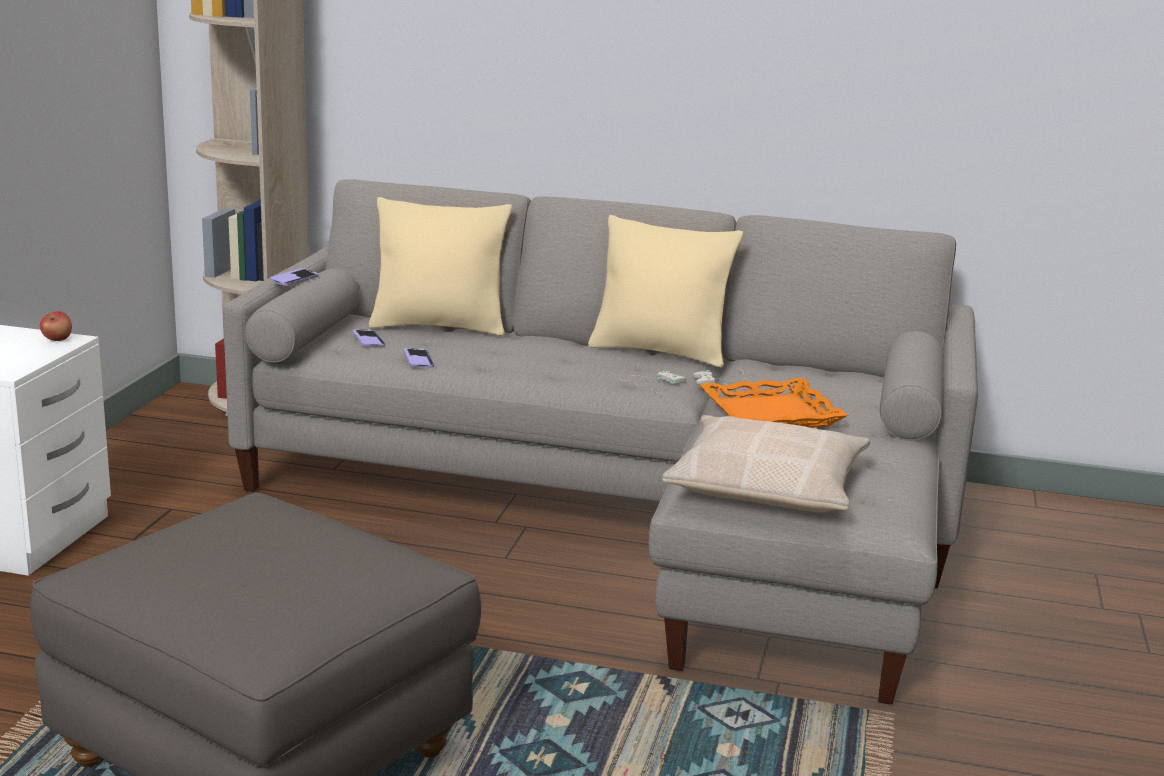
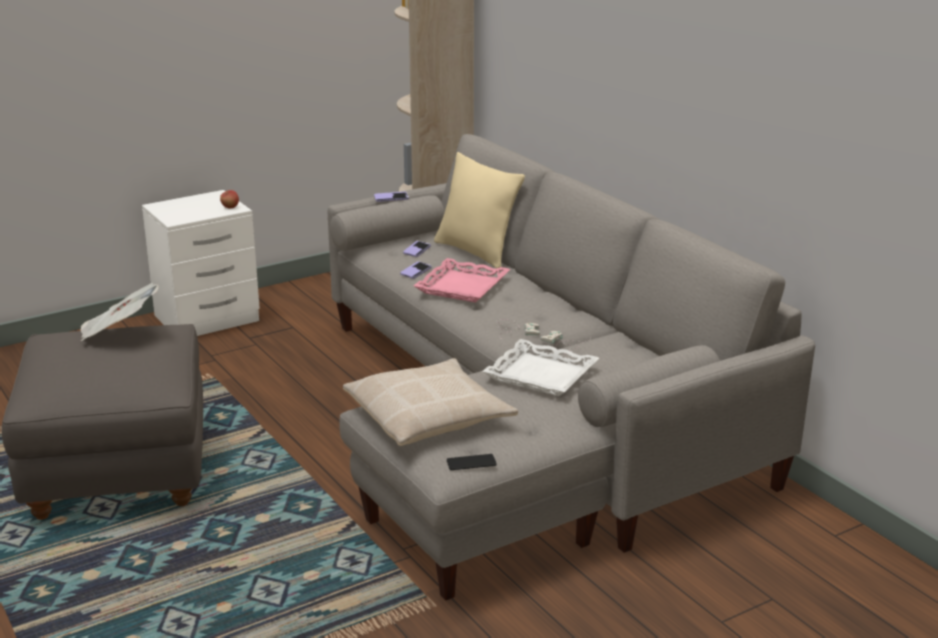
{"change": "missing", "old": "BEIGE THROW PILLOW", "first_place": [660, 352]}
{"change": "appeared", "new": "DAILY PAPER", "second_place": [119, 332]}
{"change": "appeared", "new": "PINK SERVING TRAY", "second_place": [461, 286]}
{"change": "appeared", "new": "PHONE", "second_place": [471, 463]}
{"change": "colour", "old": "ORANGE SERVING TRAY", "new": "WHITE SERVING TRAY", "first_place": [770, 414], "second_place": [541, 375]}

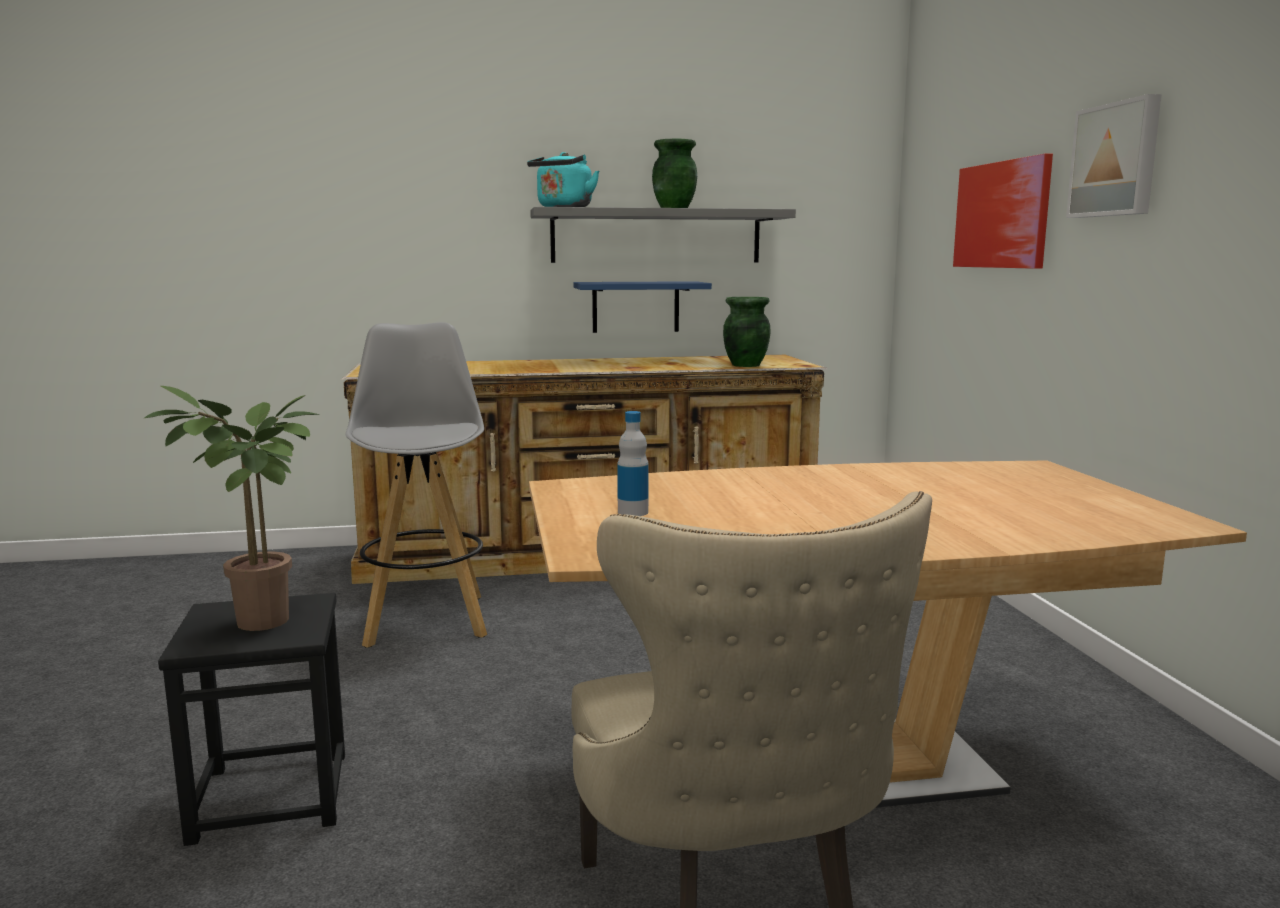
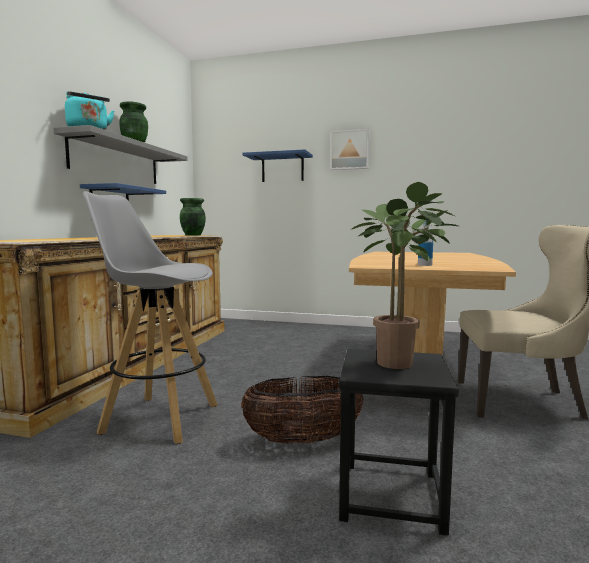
{"change": "appeared", "new": "BASKET", "second_place": [303, 440]}
{"change": "exchanged", "old": "WALL PICTURE", "new": "BLUISH SHELF", "first_place": [1002, 215], "second_place": [282, 168]}

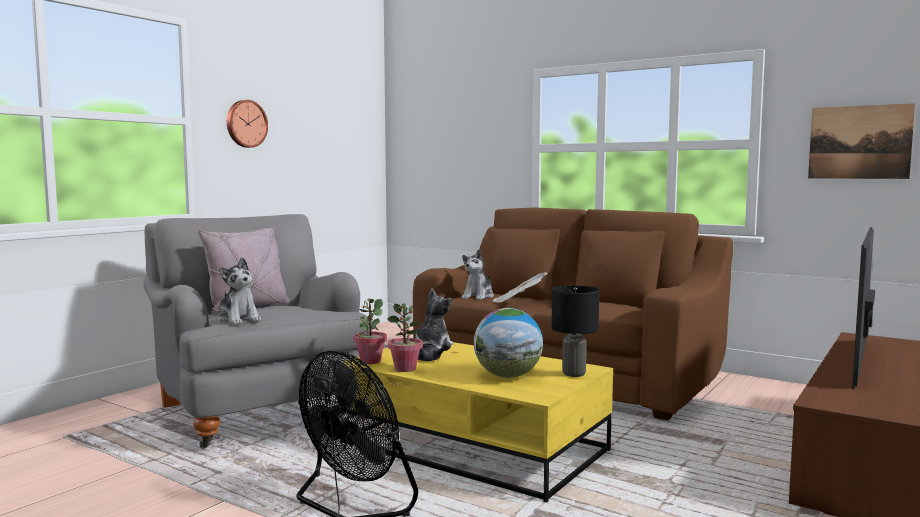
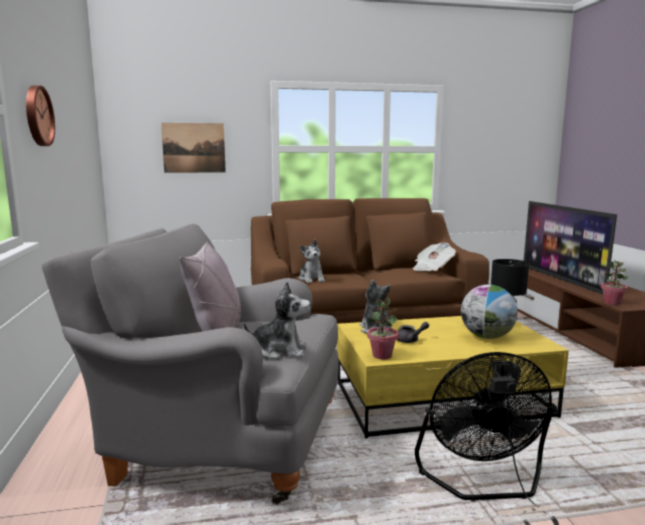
{"change": "relocated", "old": "HOUSEPLANT", "first_place": [405, 369], "second_place": [612, 303]}
{"change": "relocated", "old": "DAILY PAPER", "first_place": [518, 302], "second_place": [432, 268]}
{"change": "relocated", "old": "WALL PICTURE", "first_place": [859, 142], "second_place": [194, 148]}

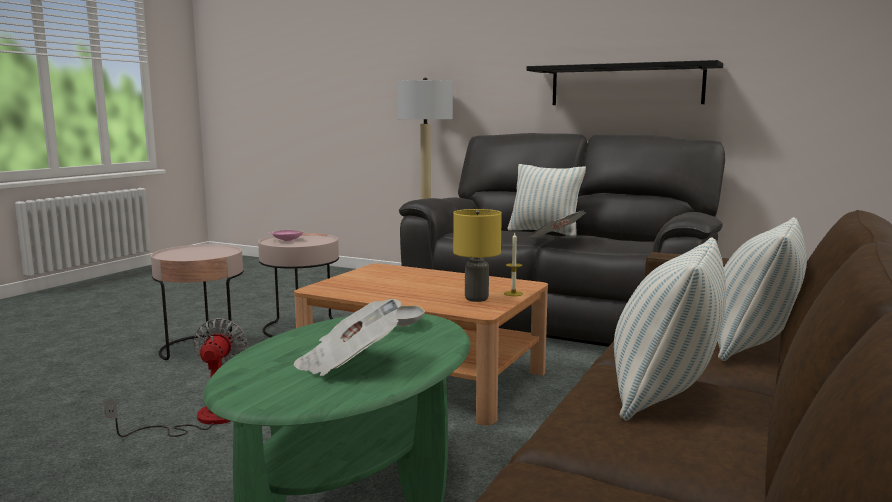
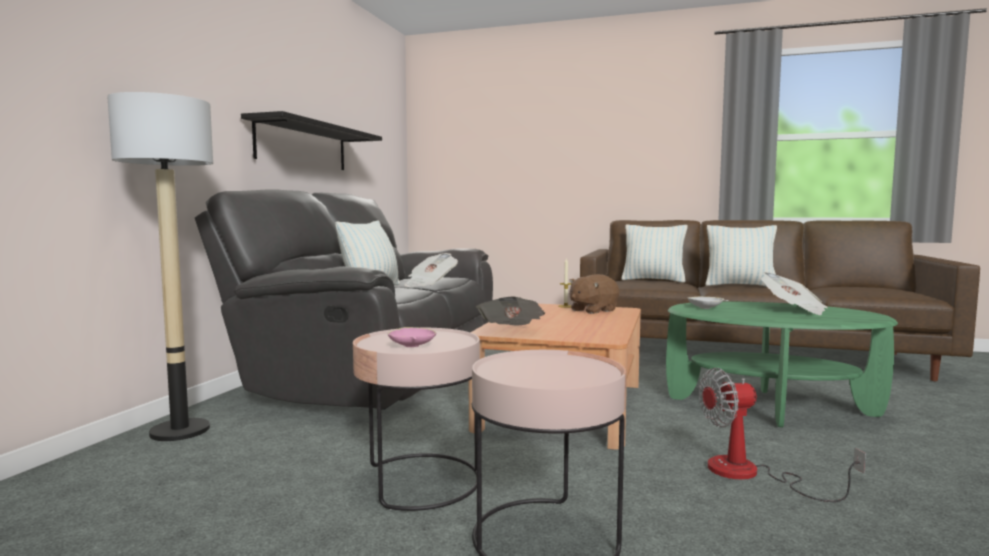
{"change": "appeared", "new": "DAILY PAPER", "second_place": [511, 331]}
{"change": "exchanged", "old": "YELLOW-COLOURED TABLE LAMP", "new": "BROWN-COLOURED PLUSH TOY", "first_place": [476, 299], "second_place": [592, 310]}

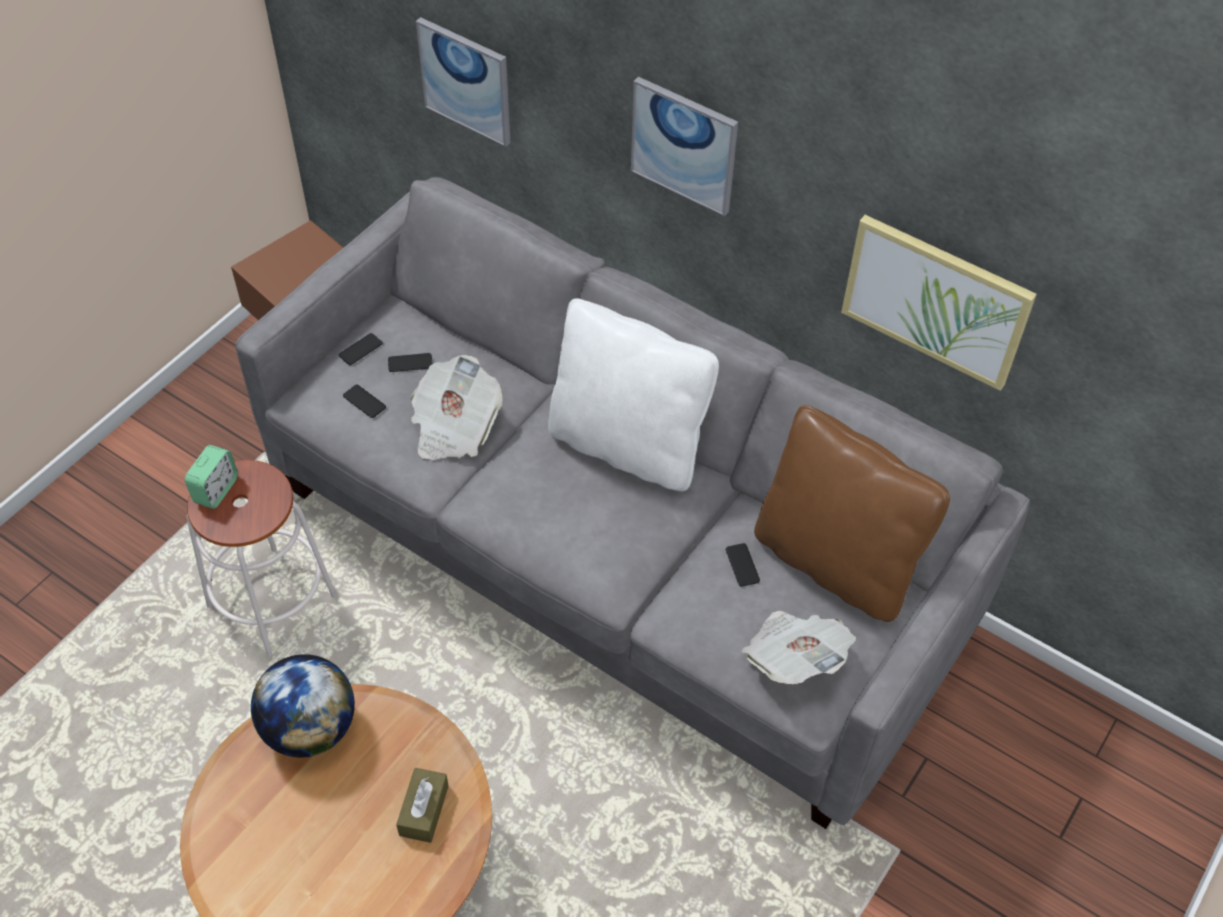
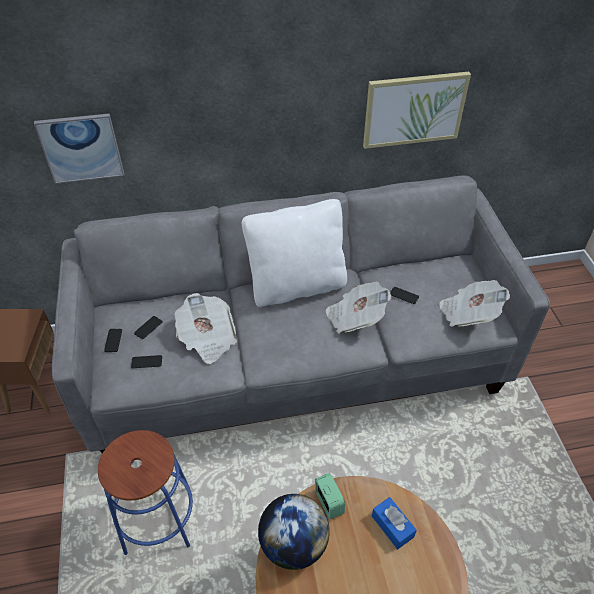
{"change": "missing", "old": "WALL PICTURE", "first_place": [684, 145]}
{"change": "missing", "old": "BROWN-COLOURED THROW PILLOW", "first_place": [835, 561]}
{"change": "appeared", "new": "DAILY PAPER", "second_place": [355, 318]}
{"change": "relocated", "old": "ALARM CLOCK", "first_place": [216, 490], "second_place": [329, 503]}
{"change": "colour", "old": "WHITE STOOL", "new": "BLUISH STOOL", "first_place": [272, 601], "second_place": [158, 520]}
{"change": "colour", "old": "BROWN-COLOURED BOX OF TISSUES", "new": "BLUISH BOX OF TISSUES", "first_place": [424, 810], "second_place": [392, 526]}

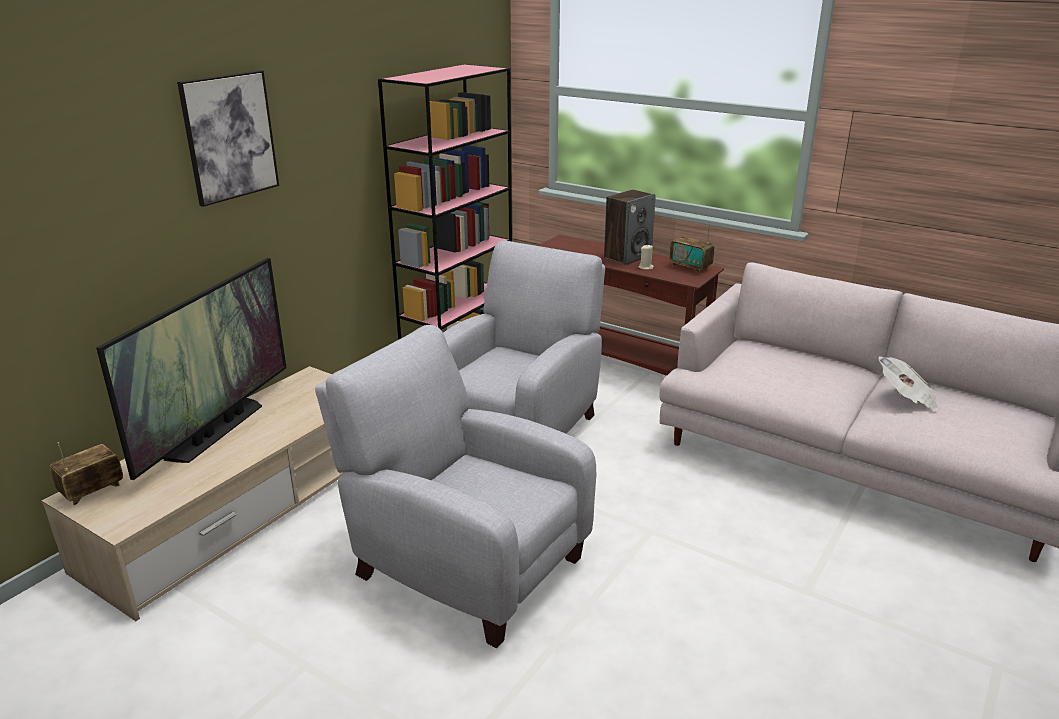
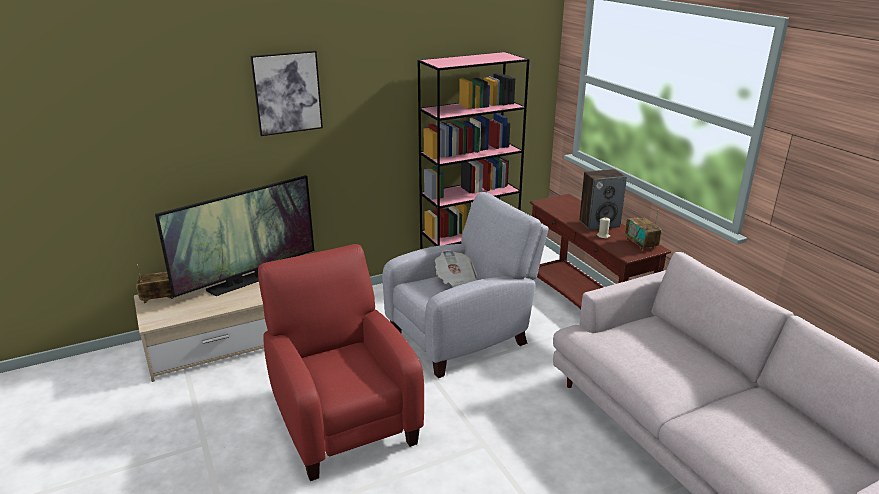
{"change": "relocated", "old": "DAILY PAPER", "first_place": [906, 398], "second_place": [456, 281]}
{"change": "colour", "old": "GREYISH LOUNGE CHAIR", "new": "RED LOUNGE CHAIR", "first_place": [463, 563], "second_place": [342, 417]}

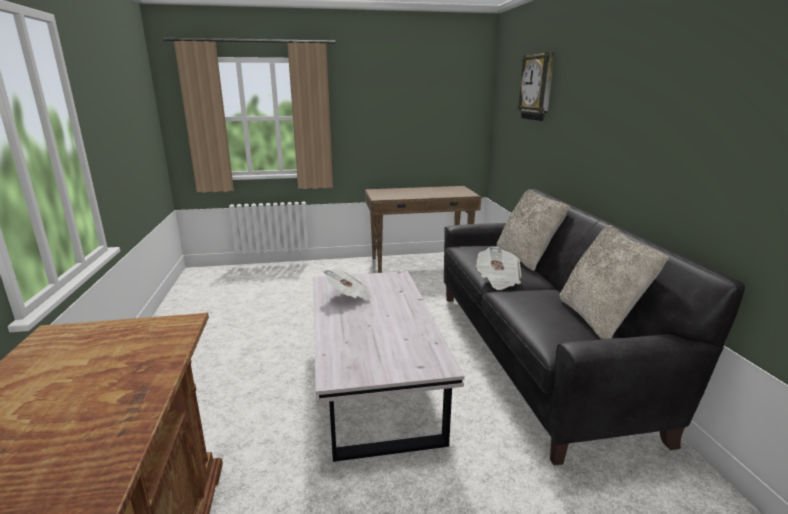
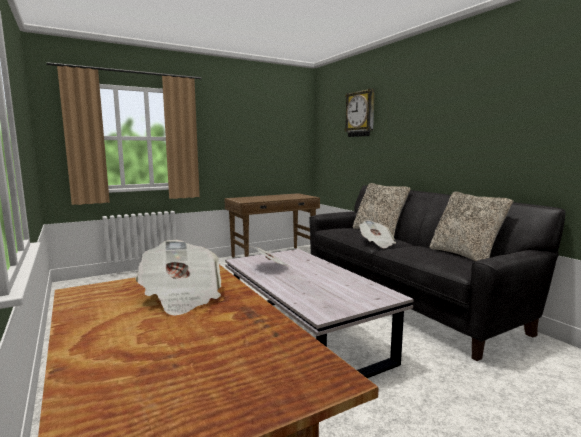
{"change": "appeared", "new": "DAILY PAPER", "second_place": [181, 297]}

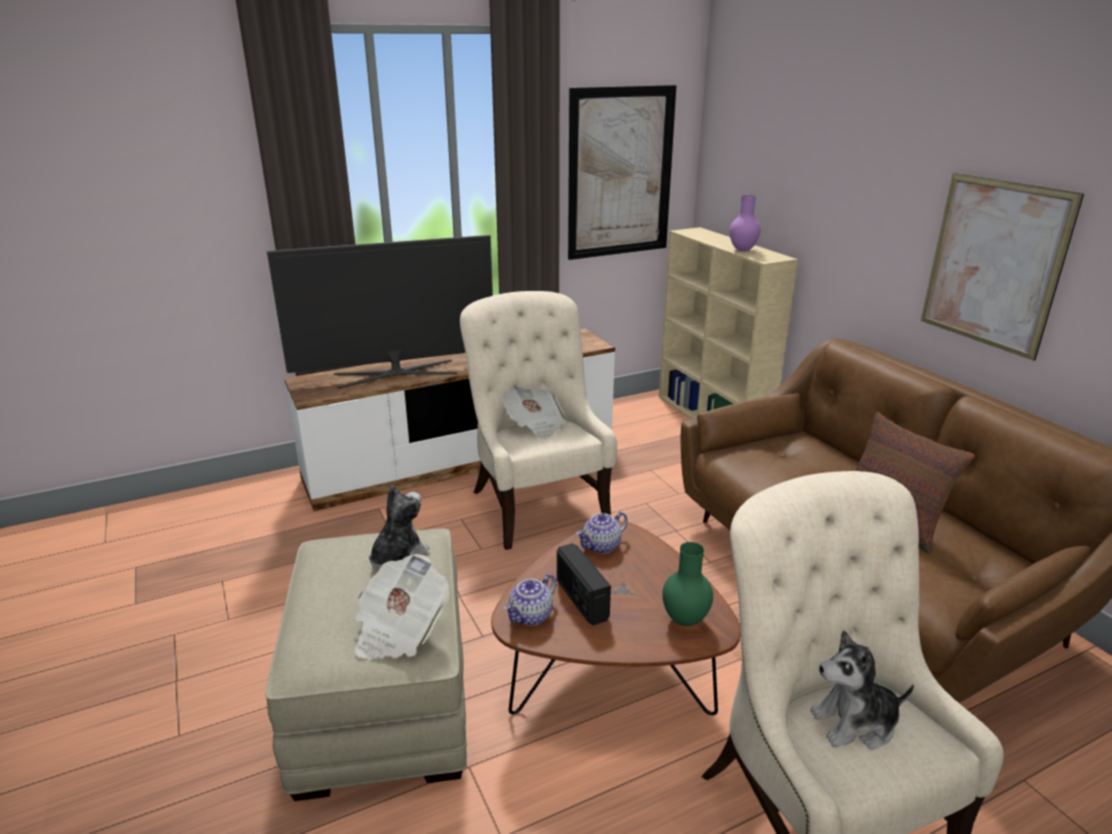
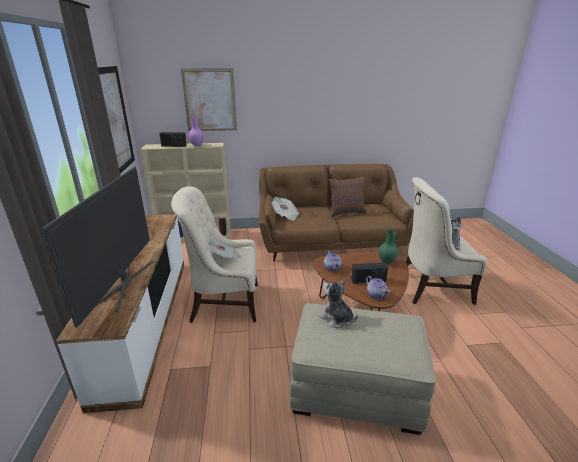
{"change": "appeared", "new": "RADIO", "second_place": [174, 146]}
{"change": "relocated", "old": "DAILY PAPER", "first_place": [400, 629], "second_place": [285, 215]}
{"change": "relocated", "old": "WALL PICTURE", "first_place": [993, 264], "second_place": [210, 100]}

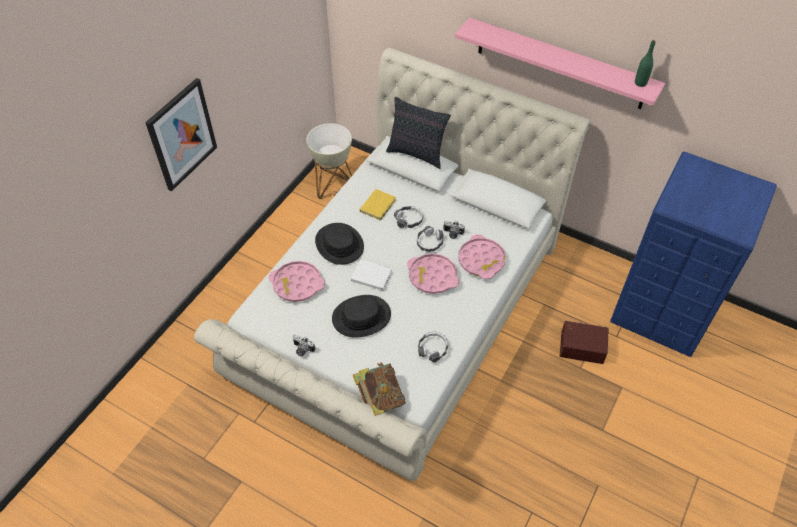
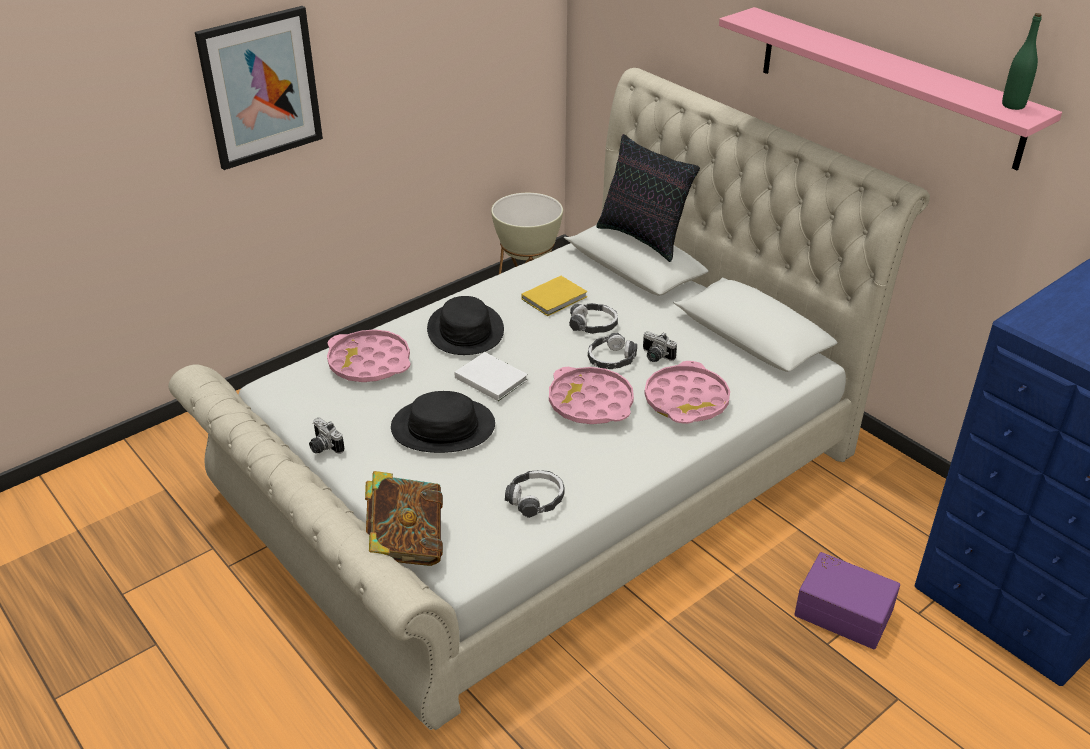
{"change": "colour", "old": "BROWN-COLOURED STORAGE BOX", "new": "PURPLE STORAGE BOX", "first_place": [582, 346], "second_place": [844, 610]}

